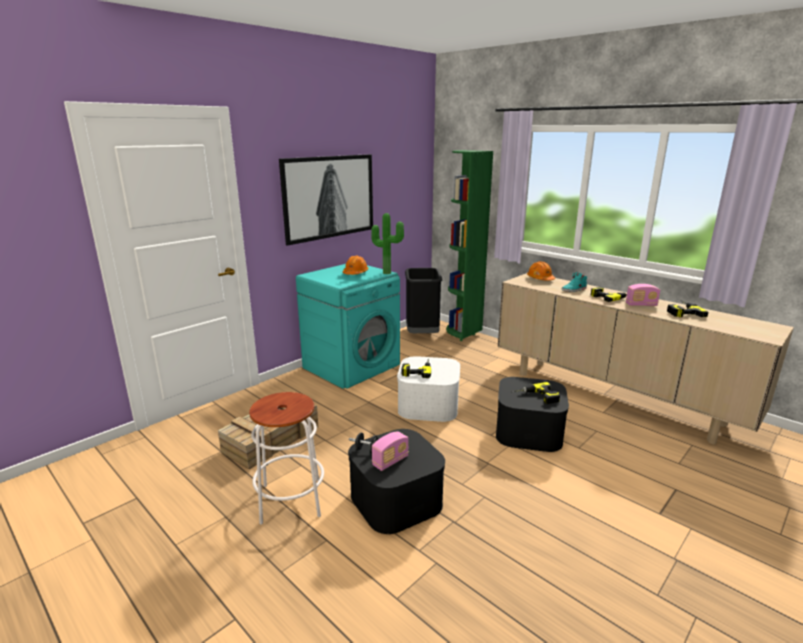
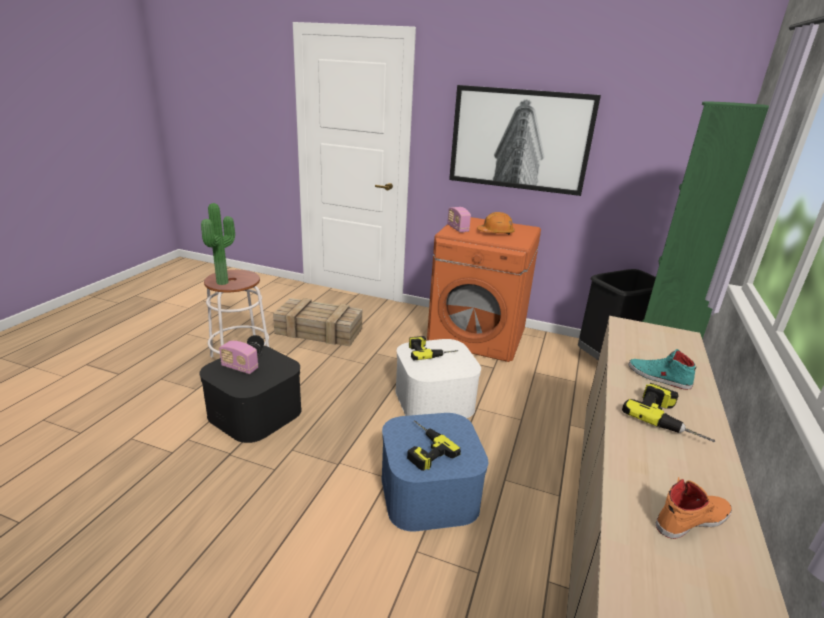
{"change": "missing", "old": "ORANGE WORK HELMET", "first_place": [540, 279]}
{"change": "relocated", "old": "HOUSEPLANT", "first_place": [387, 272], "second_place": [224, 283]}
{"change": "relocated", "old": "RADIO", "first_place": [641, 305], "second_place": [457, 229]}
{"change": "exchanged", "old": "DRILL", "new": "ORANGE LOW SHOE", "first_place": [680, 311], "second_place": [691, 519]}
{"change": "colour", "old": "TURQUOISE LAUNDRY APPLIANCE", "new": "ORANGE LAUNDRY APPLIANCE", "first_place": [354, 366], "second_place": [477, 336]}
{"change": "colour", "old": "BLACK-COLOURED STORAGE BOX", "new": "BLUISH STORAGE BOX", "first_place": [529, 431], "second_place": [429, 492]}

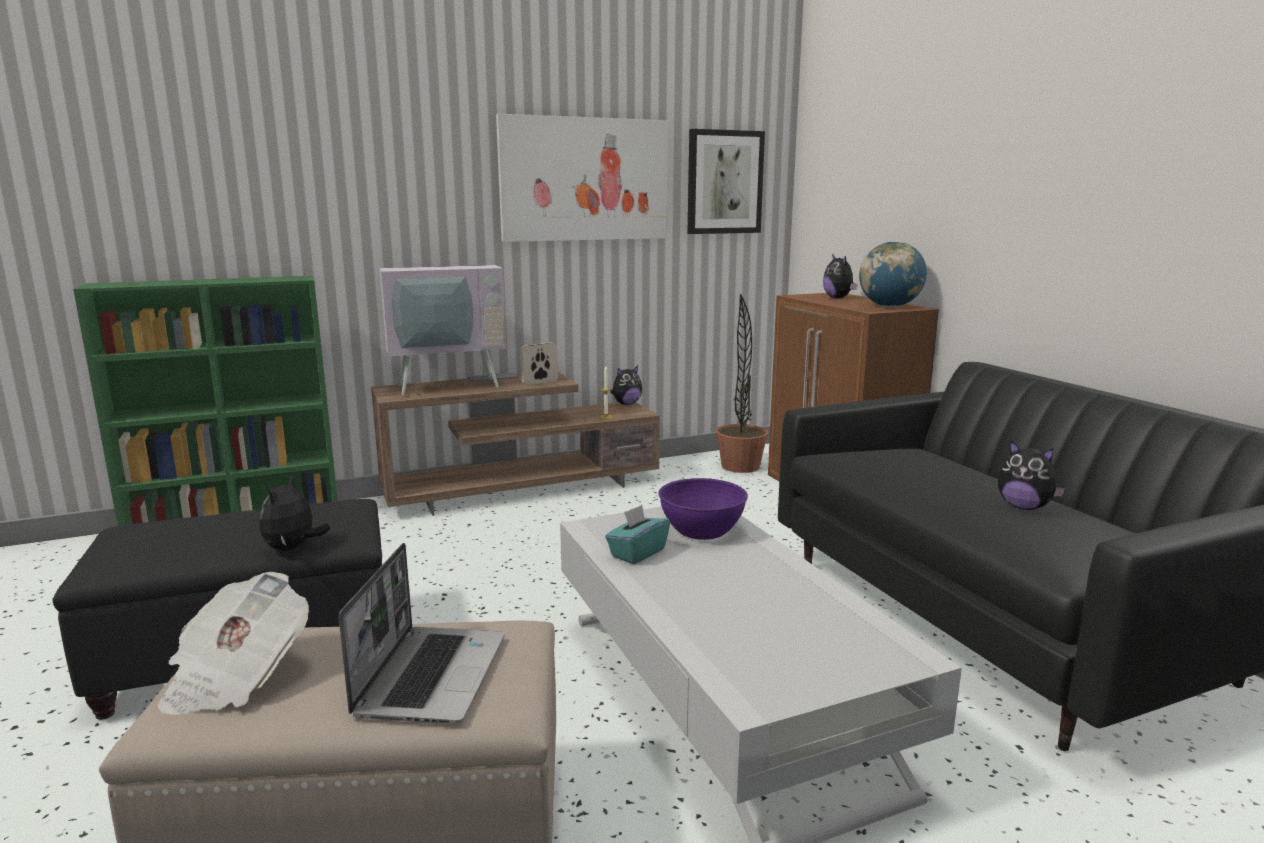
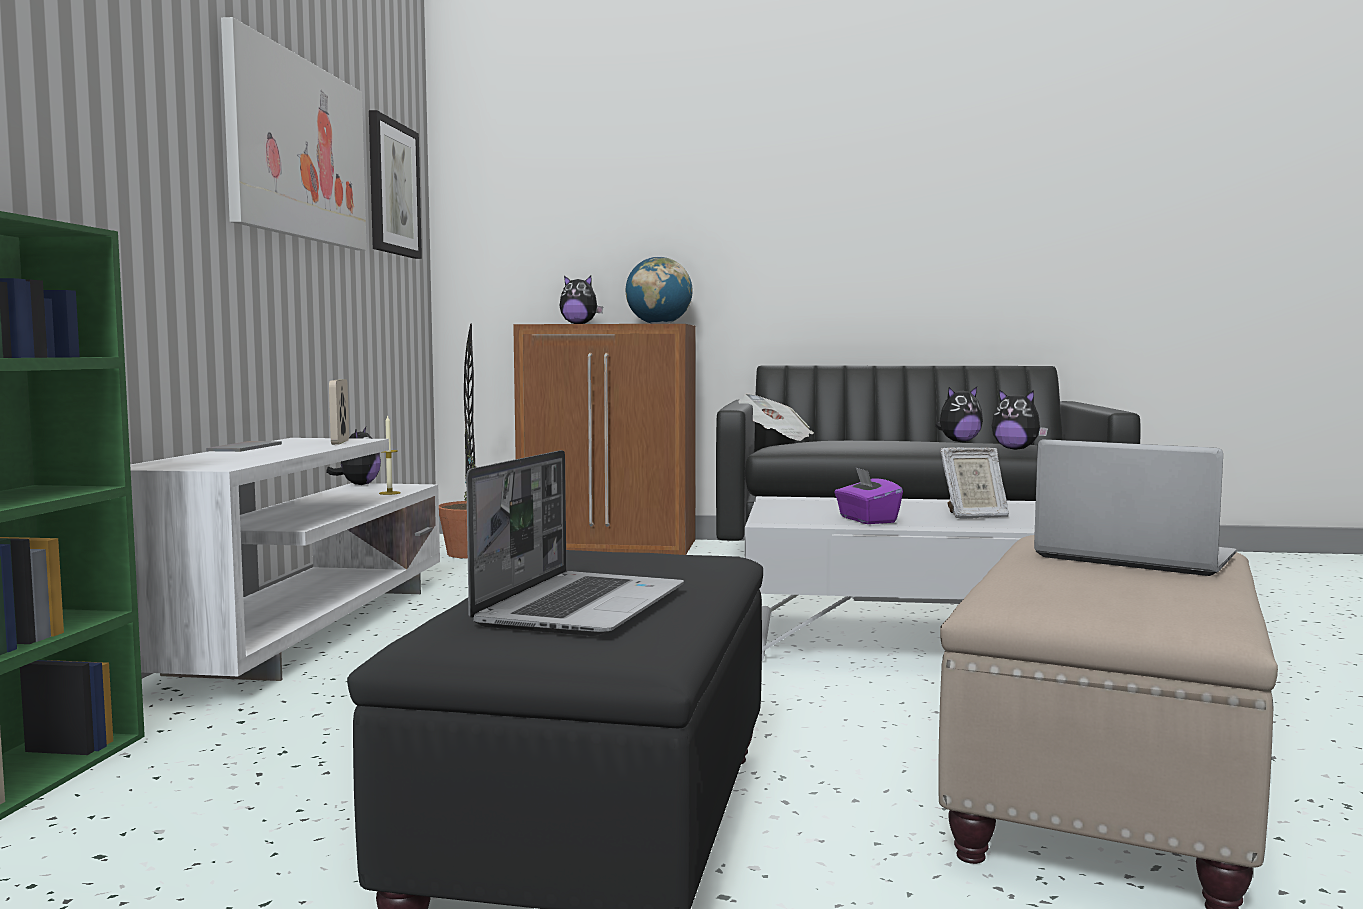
{"change": "missing", "old": "TV SET", "first_place": [447, 384]}
{"change": "missing", "old": "PURPLE BOWL", "first_place": [702, 530]}
{"change": "appeared", "new": "PORTABLE COMPUTER", "second_place": [581, 606]}
{"change": "appeared", "new": "PHOTO FRAME", "second_place": [973, 516]}
{"change": "relocated", "old": "DAILY PAPER", "first_place": [236, 676], "second_place": [776, 438]}
{"change": "relocated", "old": "PLUSH TOY", "first_place": [293, 548], "second_place": [1016, 449]}
{"change": "colour", "old": "BROWN-COLOURED TV STAND", "new": "WHITE TV STAND", "first_place": [525, 490], "second_place": [311, 628]}
{"change": "colour", "old": "TURQUOISE BOX OF TISSUES", "new": "PURPLE BOX OF TISSUES", "first_place": [637, 553], "second_place": [866, 520]}

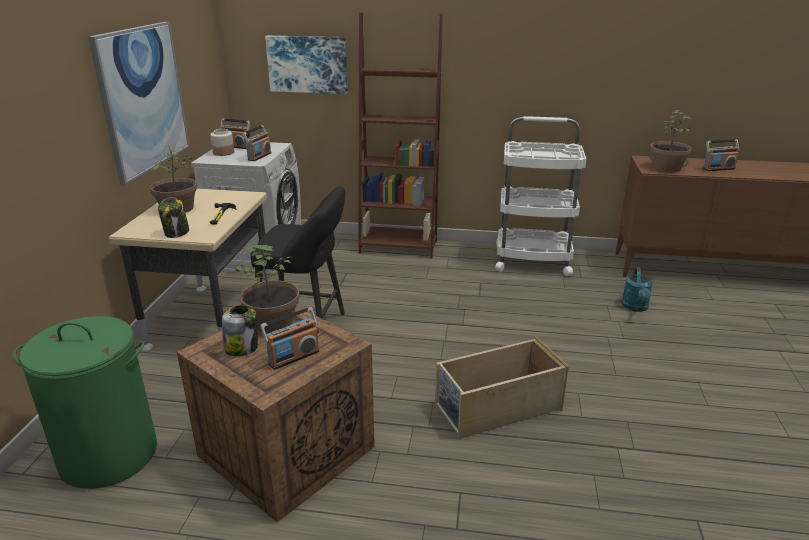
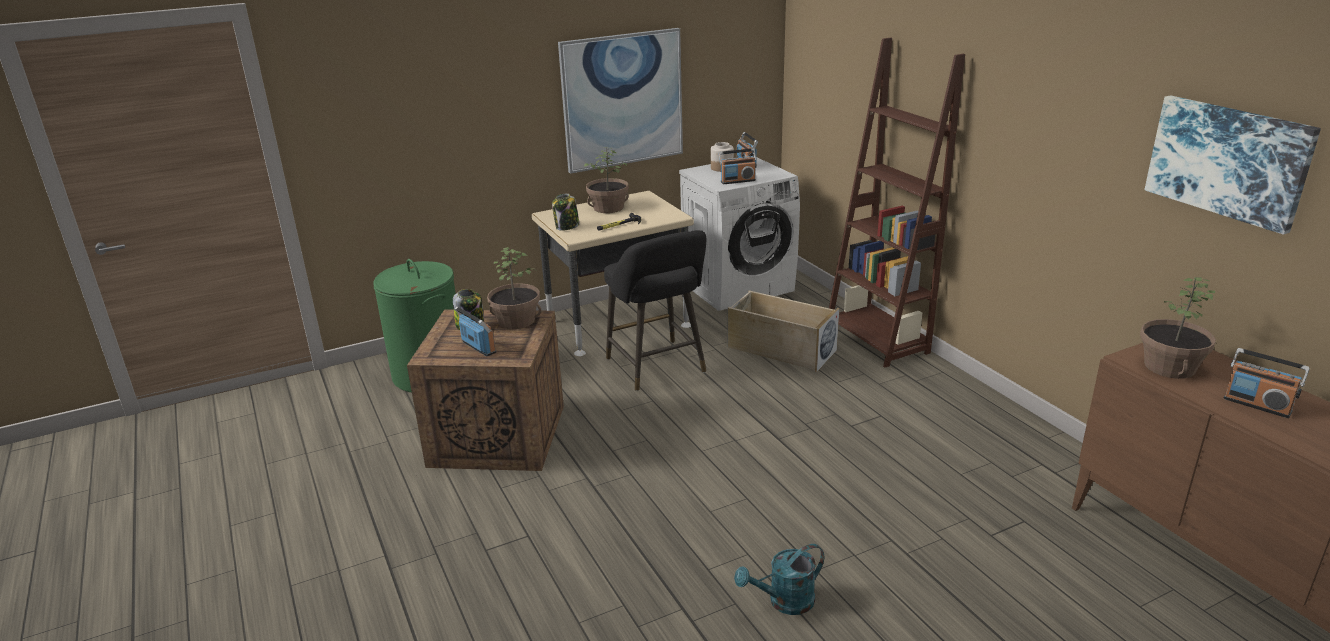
{"change": "missing", "old": "WHITE WHEELED CART", "first_place": [532, 260]}
{"change": "relocated", "old": "WALL PICTURE", "first_place": [307, 64], "second_place": [1228, 161]}
{"change": "relocated", "old": "BEIGE STORAGE BOX", "first_place": [497, 408], "second_place": [780, 349]}
{"change": "relocated", "old": "TURQUOISE WATERING CAN", "first_place": [635, 307], "second_place": [784, 602]}
{"change": "spun", "old": "RADIO", "first_place": [293, 357], "second_place": [478, 347], "degrees": -150}

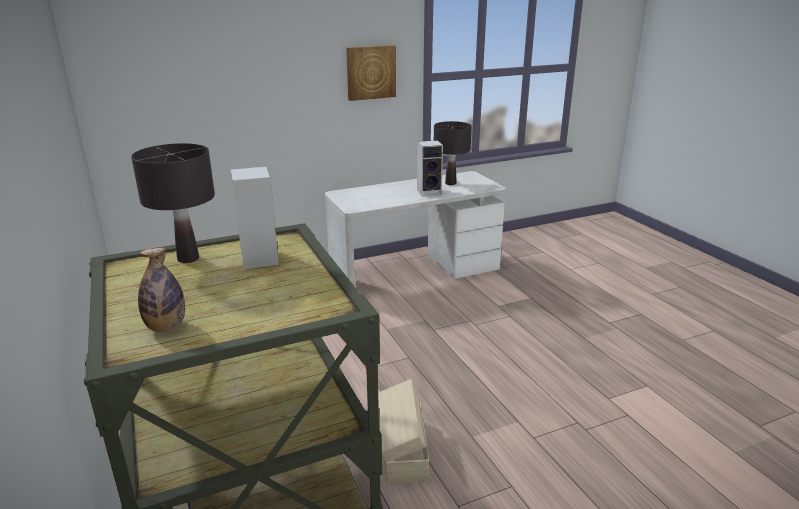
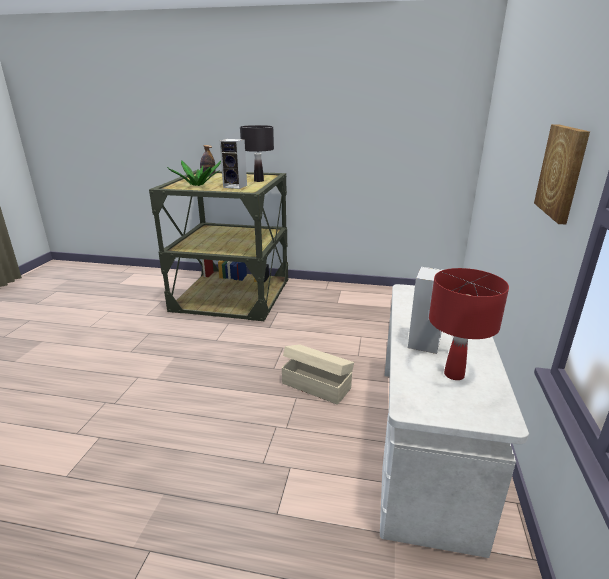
{"change": "appeared", "new": "HOUSEPLANT", "second_place": [197, 185]}
{"change": "relocated", "old": "BEIGE STORAGE BOX", "first_place": [402, 451], "second_place": [316, 385]}
{"change": "colour", "old": "BLACK-COLOURED TABLE LAMP", "new": "RED TABLE LAMP", "first_place": [450, 183], "second_place": [454, 374]}

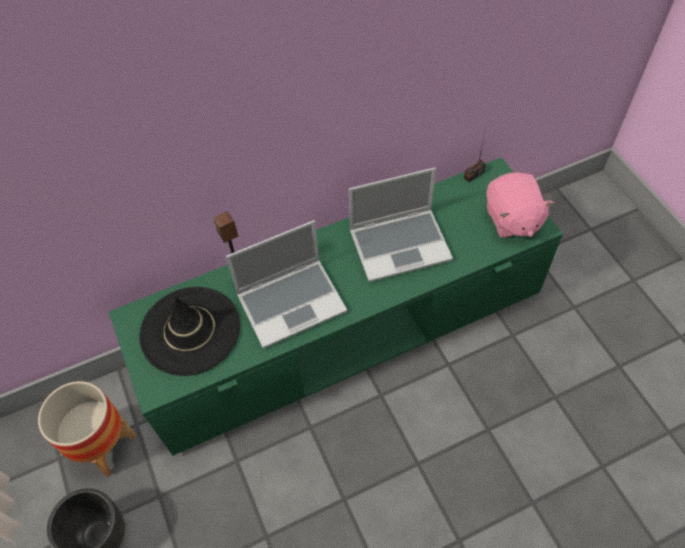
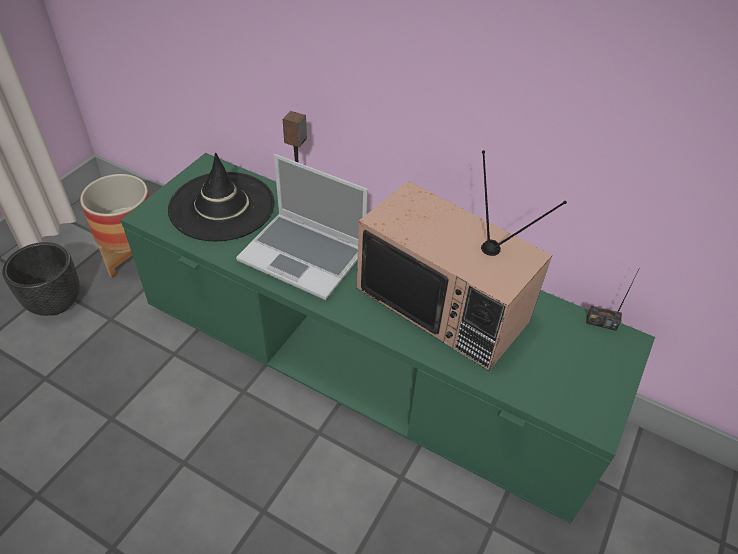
{"change": "missing", "old": "PINK PLUSH TOY", "first_place": [511, 219]}
{"change": "exchanged", "old": "PORTABLE COMPUTER", "new": "TV SET", "first_place": [400, 244], "second_place": [445, 304]}

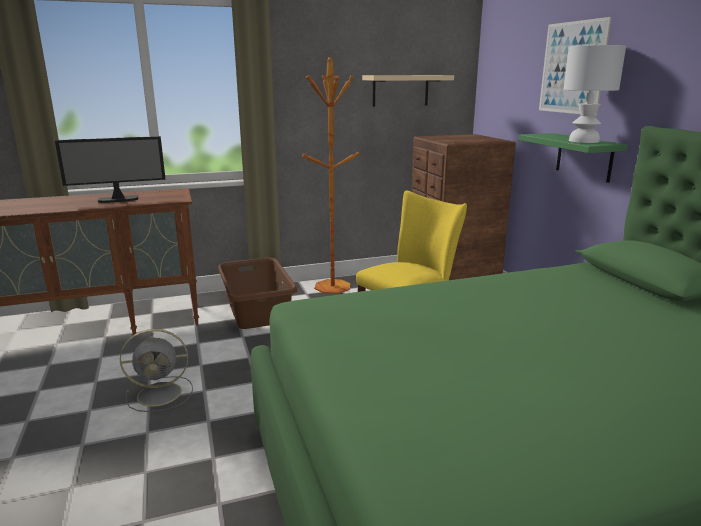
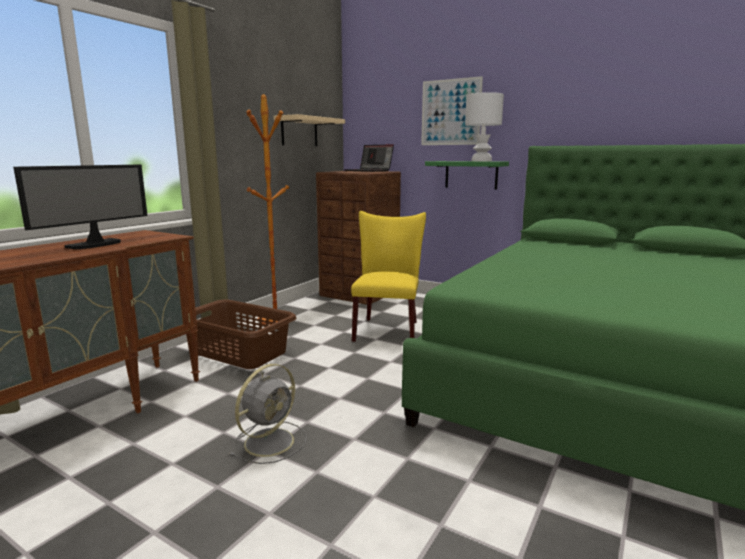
{"change": "appeared", "new": "PORTABLE COMPUTER", "second_place": [369, 171]}

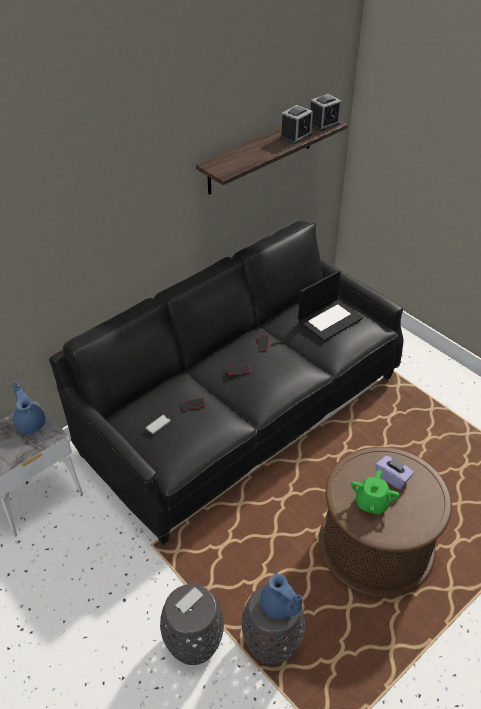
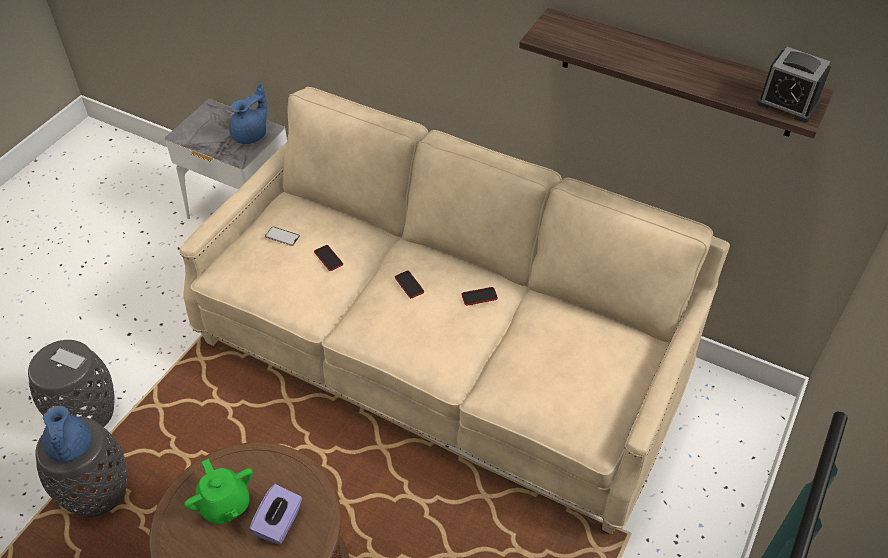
{"change": "missing", "old": "ALARM CLOCK", "first_place": [296, 136]}
{"change": "missing", "old": "PORTABLE COMPUTER", "first_place": [330, 319]}
{"change": "colour", "old": "BLACK-COLOURED COUCH", "new": "BEIGE COUCH", "first_place": [240, 412], "second_place": [443, 355]}
{"change": "spun", "old": "BLUISH TEAPOT", "first_place": [279, 606], "second_place": [70, 448], "degrees": -45}
{"change": "spun", "old": "GREENISH TEAPOT", "first_place": [371, 503], "second_place": [225, 505], "degrees": -120}

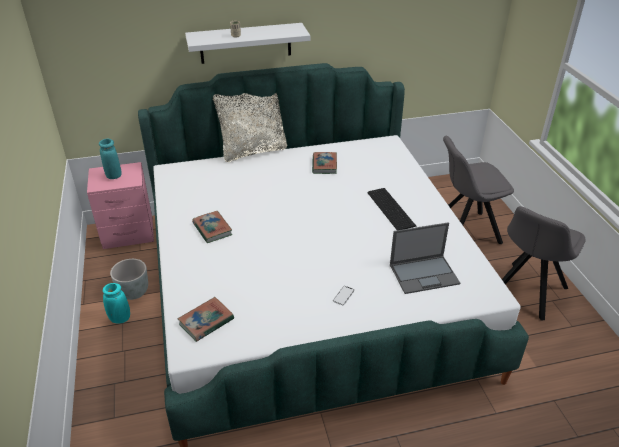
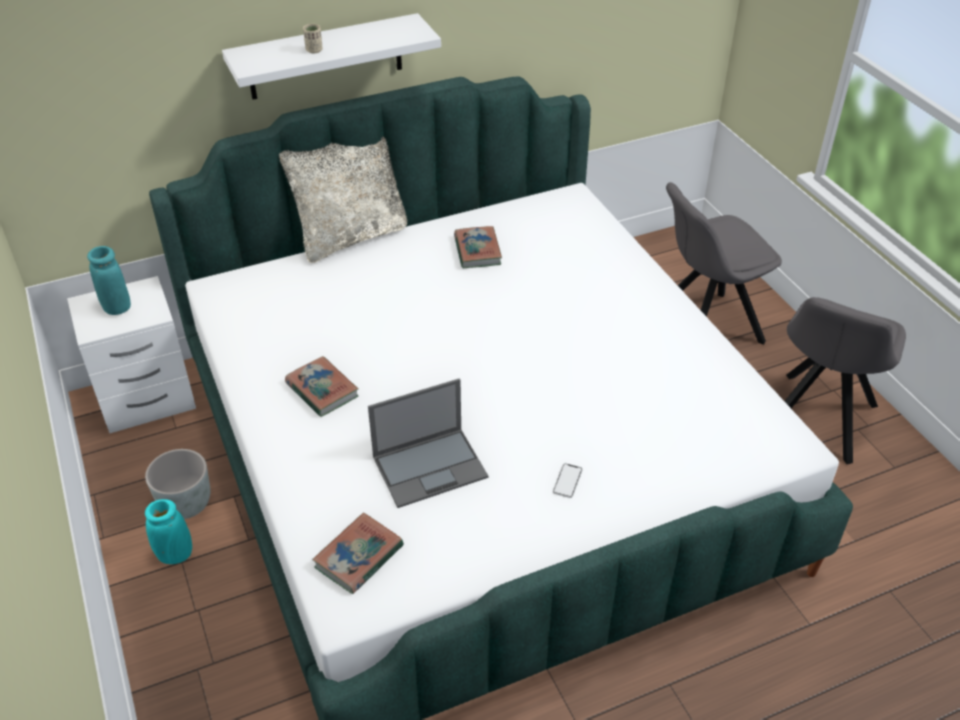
{"change": "missing", "old": "PC KEYBOARD", "first_place": [391, 208]}
{"change": "relocated", "old": "PORTABLE COMPUTER", "first_place": [424, 274], "second_place": [431, 466]}
{"change": "colour", "old": "PINK NIGHT TABLE", "new": "WHITE NIGHT TABLE", "first_place": [129, 233], "second_place": [149, 399]}

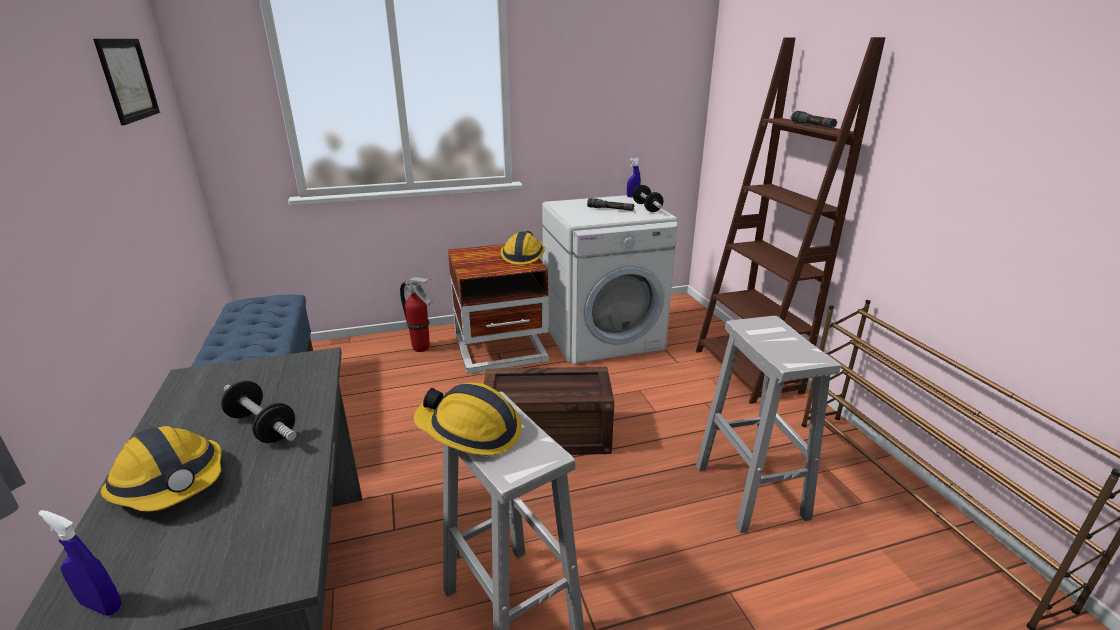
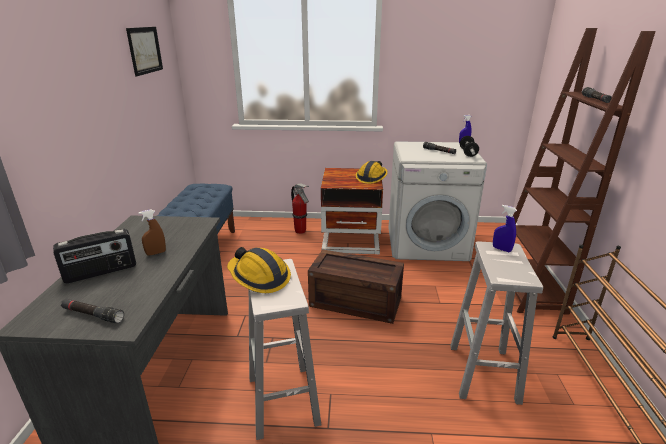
{"change": "appeared", "new": "BLACK-COLOURED HAND TORCH", "second_place": [93, 315]}
{"change": "relocated", "old": "BLUISH SPRAYER", "first_place": [102, 605], "second_place": [501, 249]}
{"change": "exchanged", "old": "WORK HELMET", "new": "RADIO", "first_place": [171, 483], "second_place": [101, 272]}
{"change": "exchanged", "old": "FREE WEIGHT", "new": "BROWN-COLOURED SPRAYER", "first_place": [262, 427], "second_place": [156, 253]}

